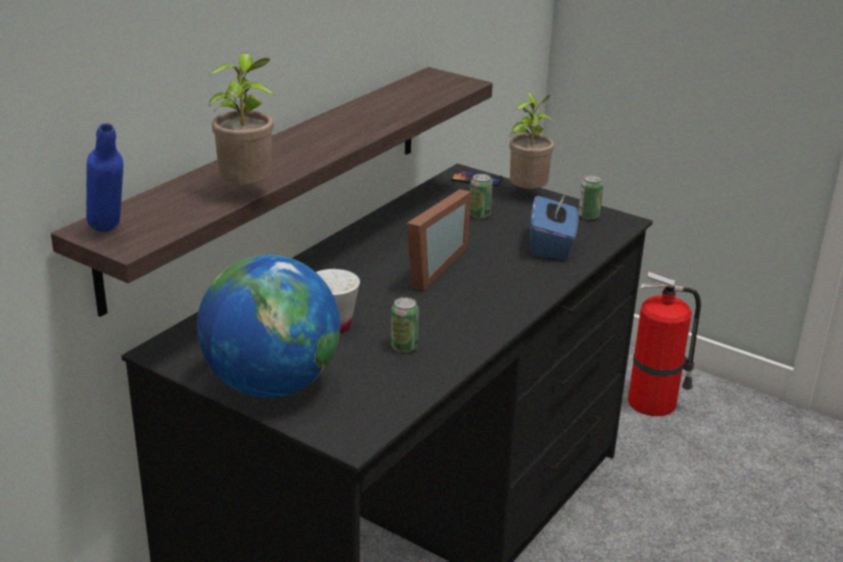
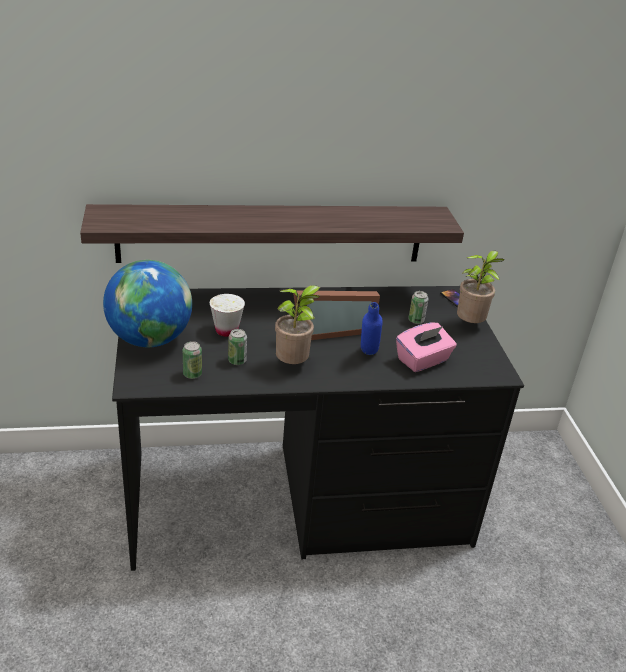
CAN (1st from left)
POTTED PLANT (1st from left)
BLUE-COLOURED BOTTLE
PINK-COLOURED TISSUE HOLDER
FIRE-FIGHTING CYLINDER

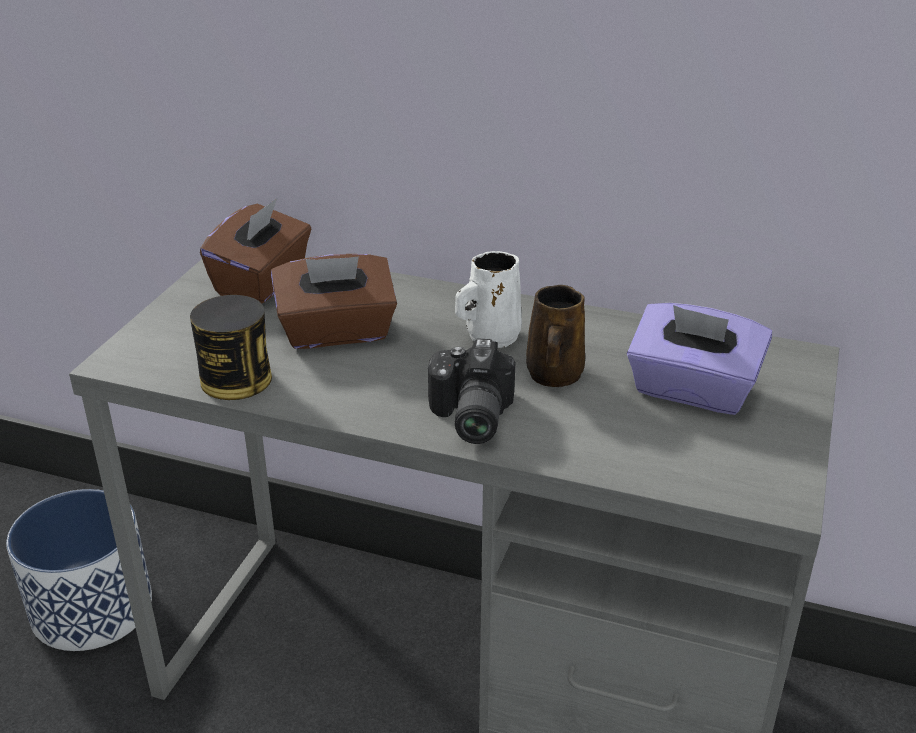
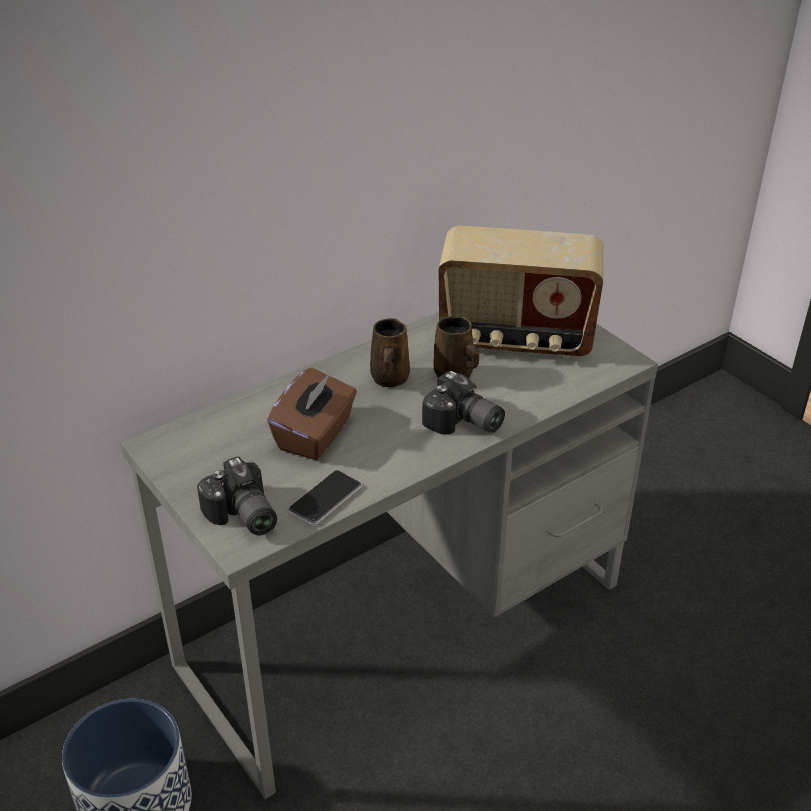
STILL CAMERA (1st from left)
PHONE
BROWNISH MUG (1st from left)
RADIO RECEIVER
BROWNISH TISSUE HOLDER (1st from left in the first image)

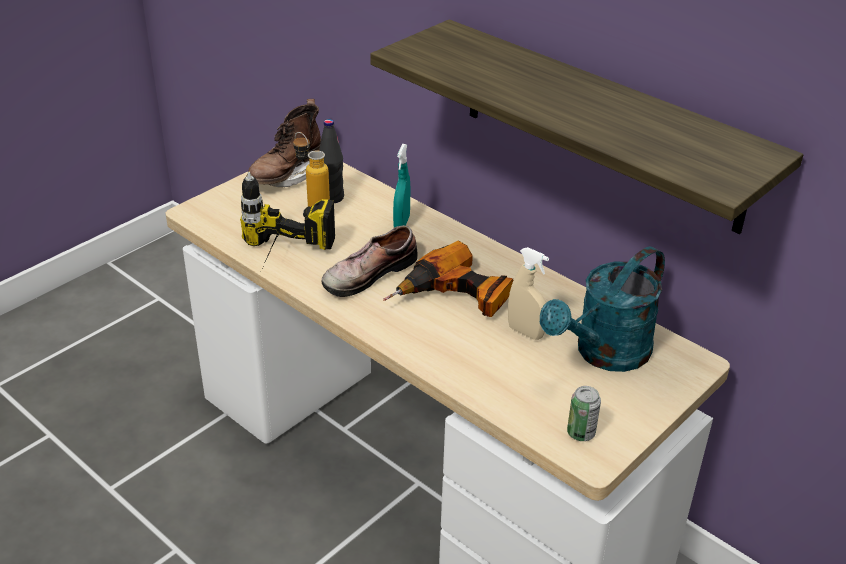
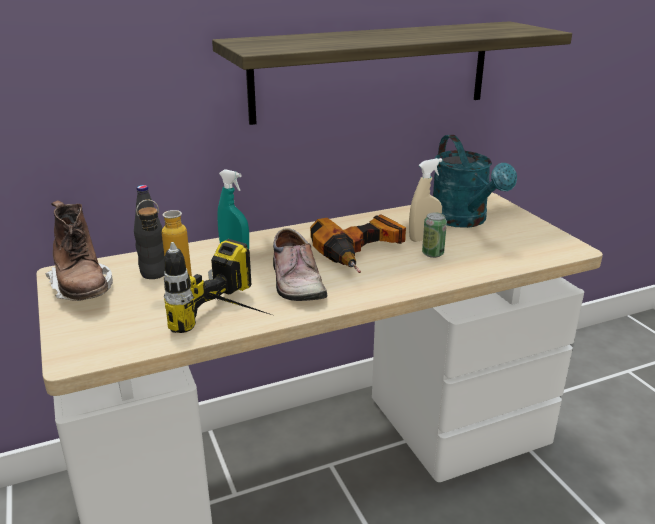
CAN

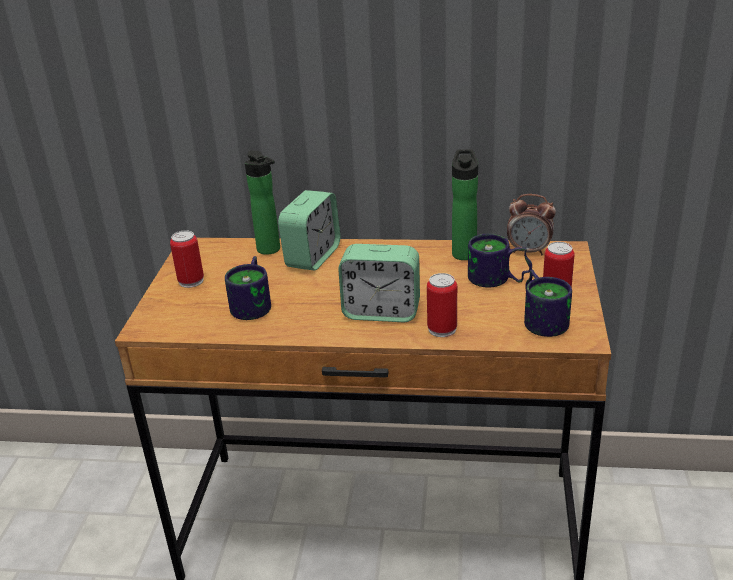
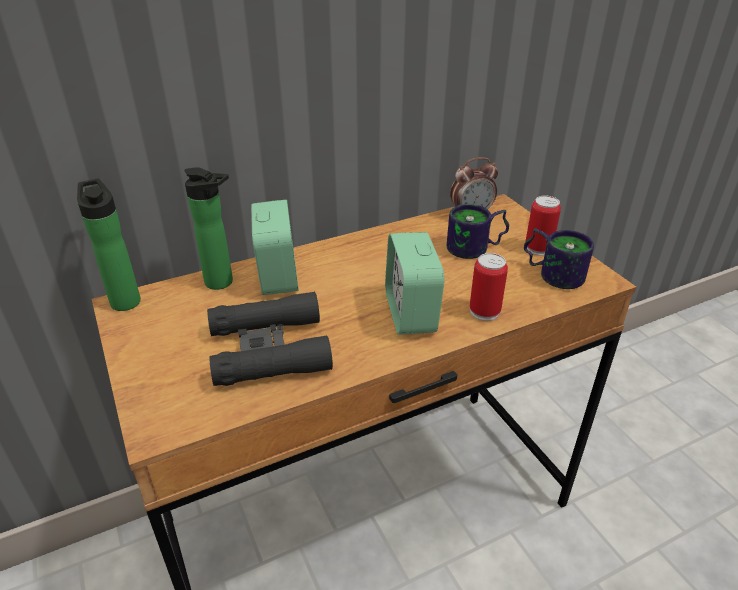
BOTTLE (1st from left)
BLACK-COLOURED BINOCULARS
TABLE CLOCK (2nd from left)
CAN (1st from left in the first image)

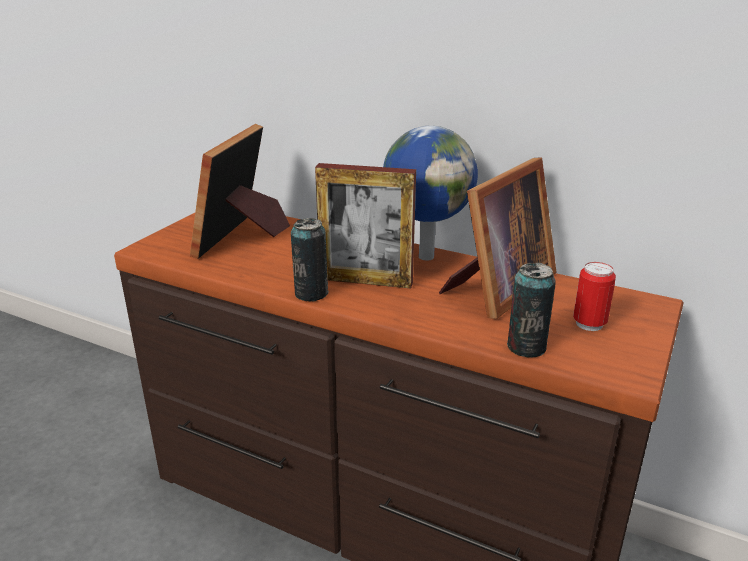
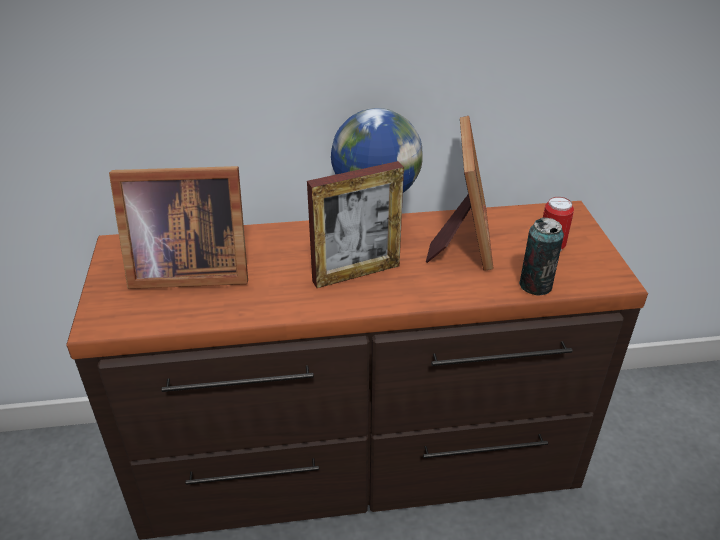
STANDING FRAME (1st from left)
CAN (1st from left in the first image)

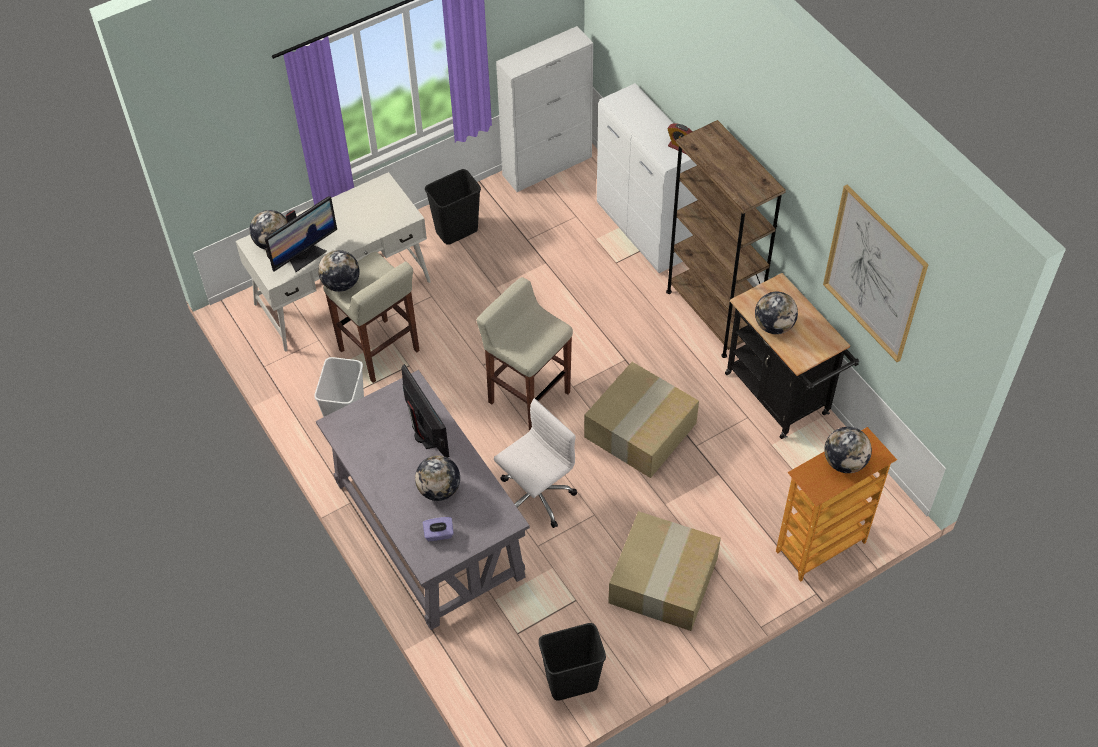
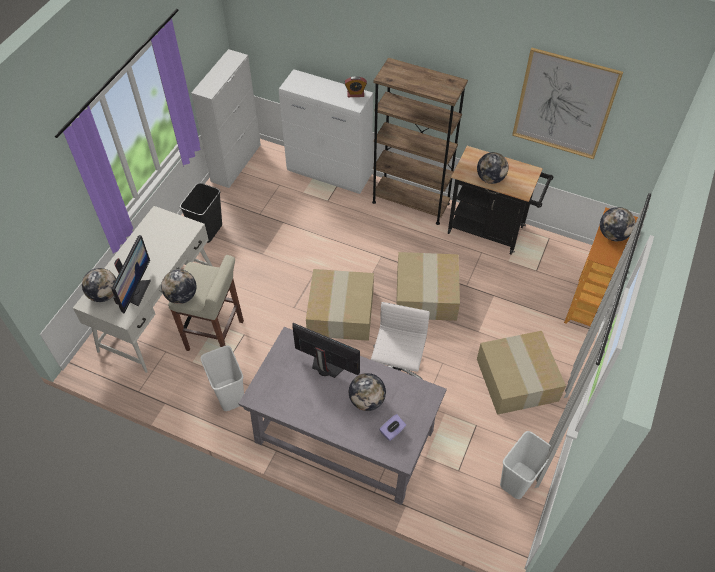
PACKING BOX (1st from left)
WHITISH WASTE BIN (2nd from left)

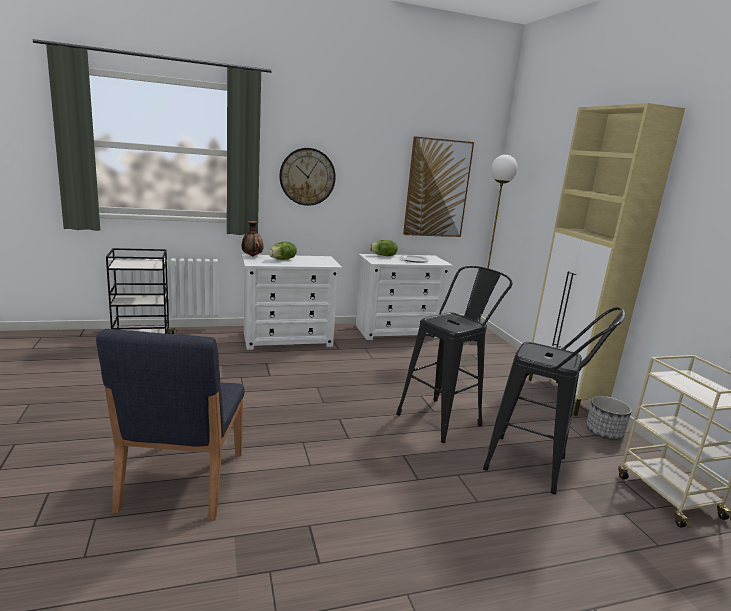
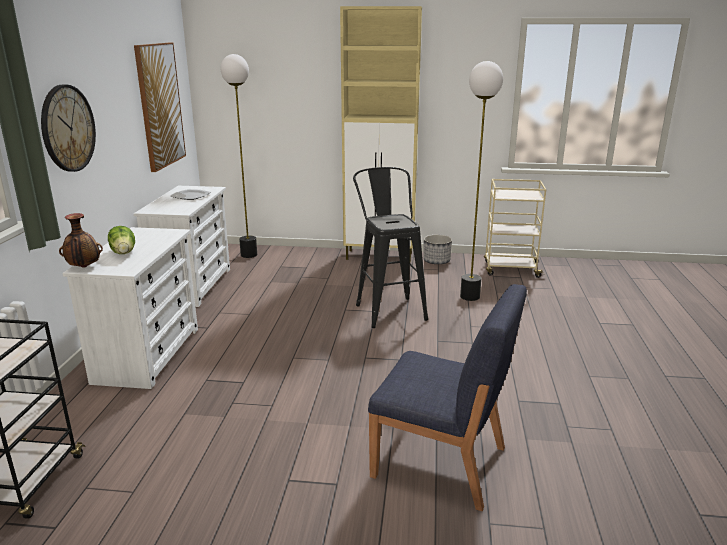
FLOOR LAMP (2nd from left)
HEAD OF LETTUCE (2nd from left in the first image)

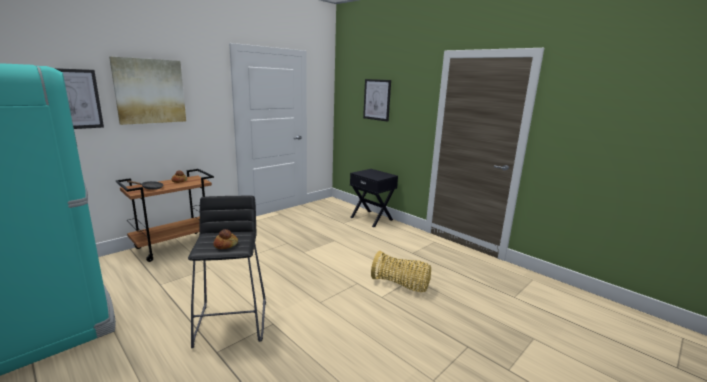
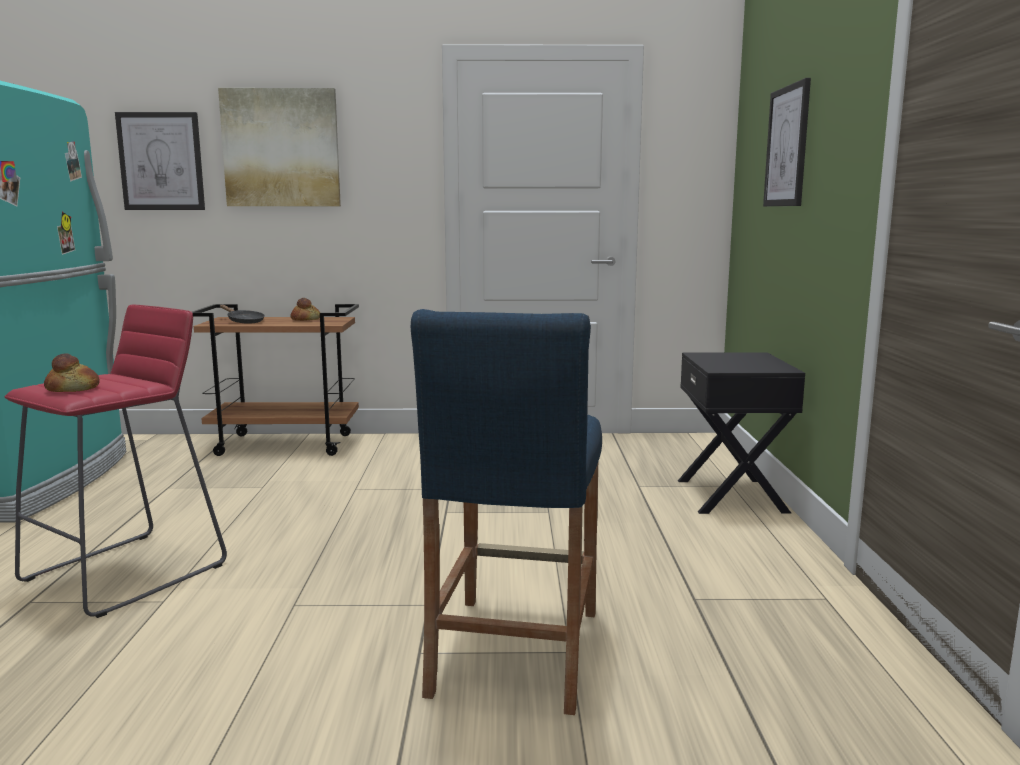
REDDISH STOOL
BLUE-COLOURED STOOL

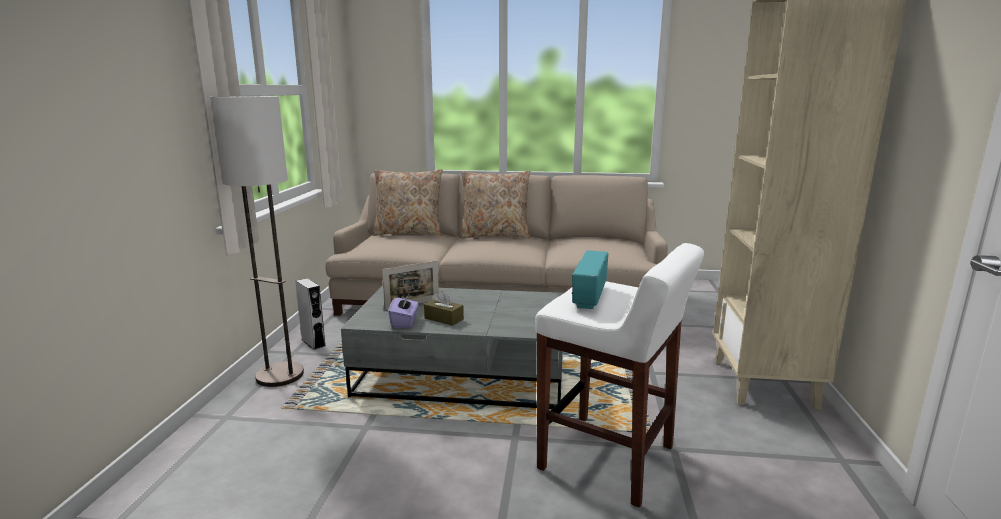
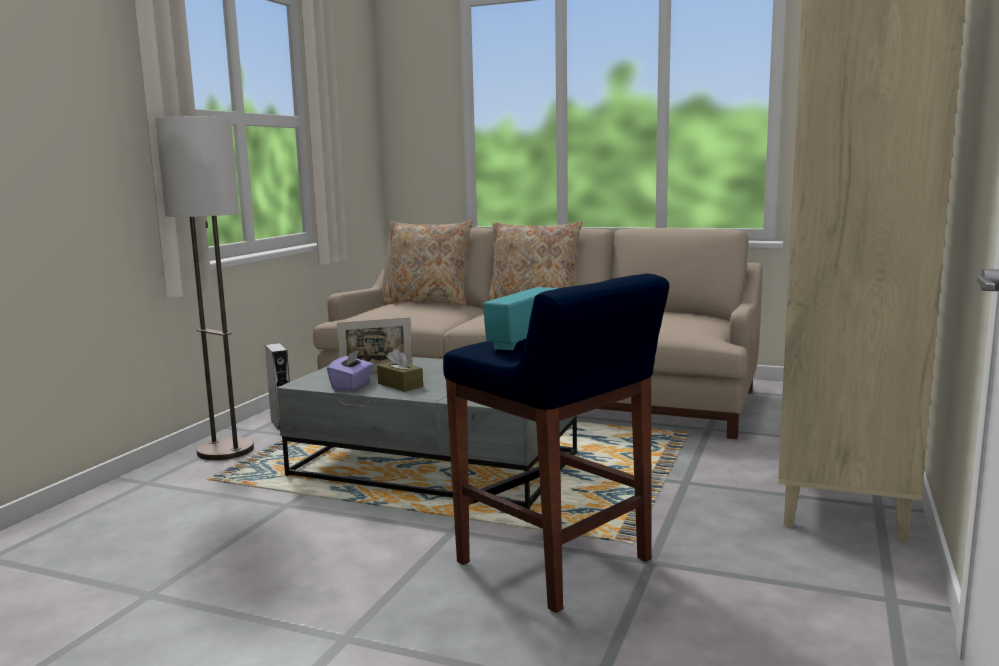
BLUE-COLOURED STOOL

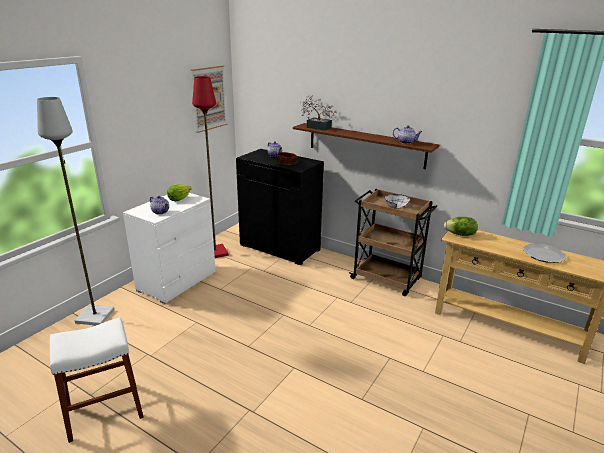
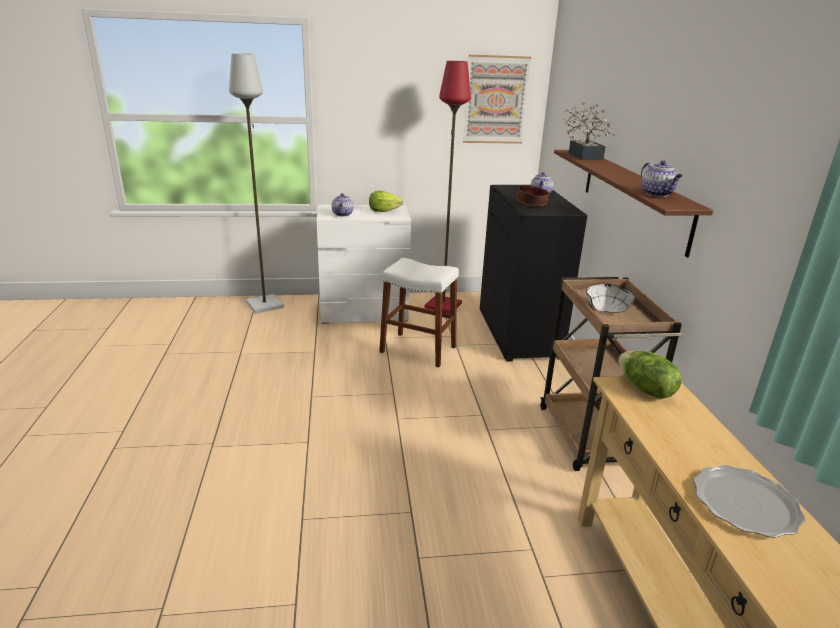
WHITISH STOOL

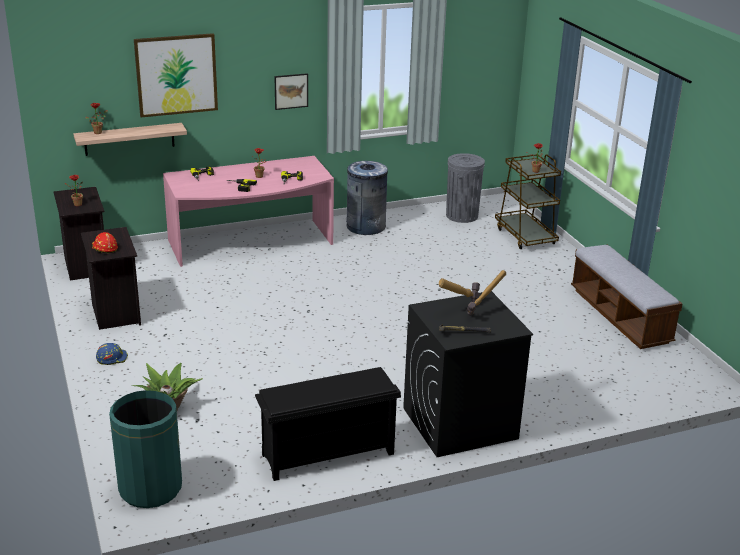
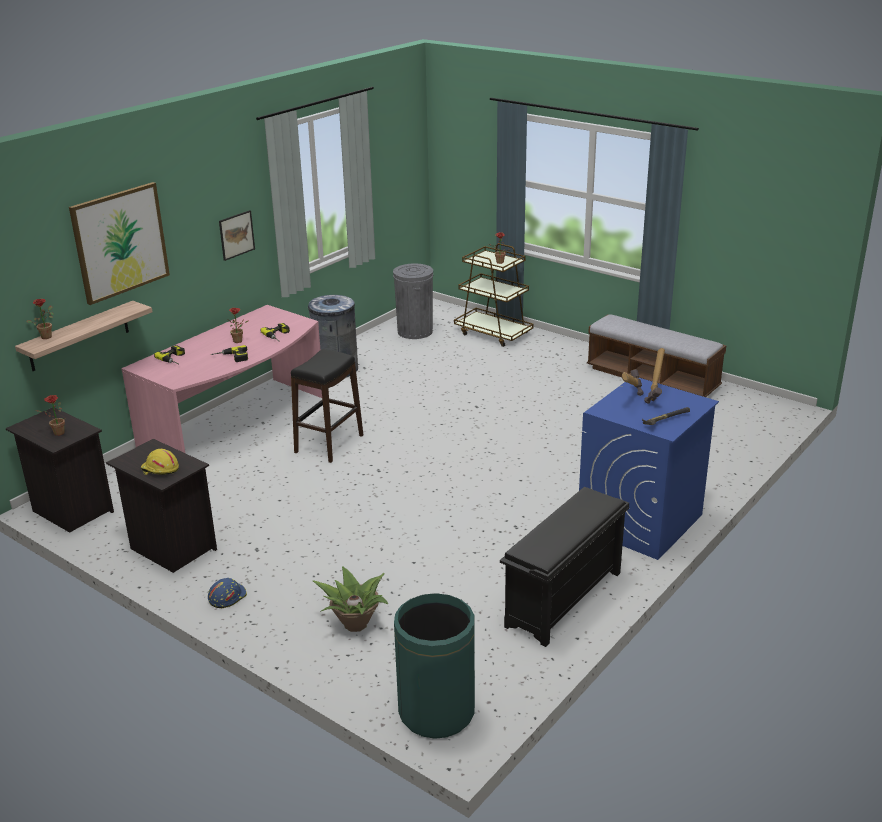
YELLOWISH SAFETY HELMET
BLACK-COLOURED STOOL
BLUE-COLOURED WASHING MACHINE

